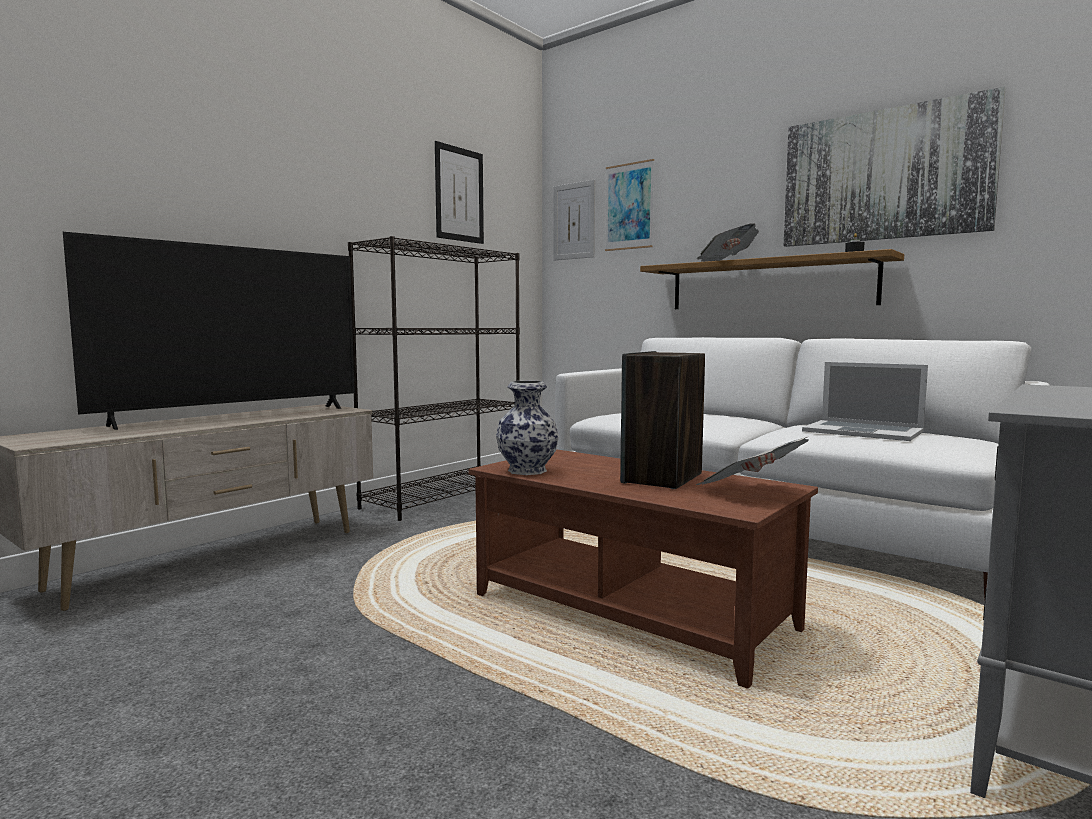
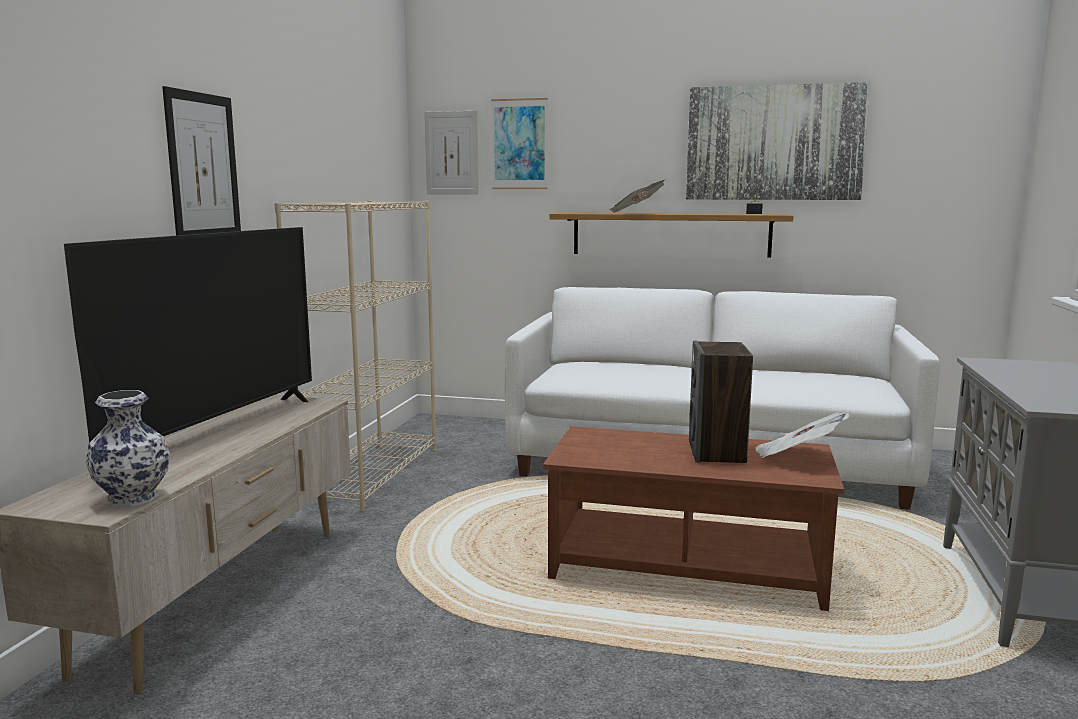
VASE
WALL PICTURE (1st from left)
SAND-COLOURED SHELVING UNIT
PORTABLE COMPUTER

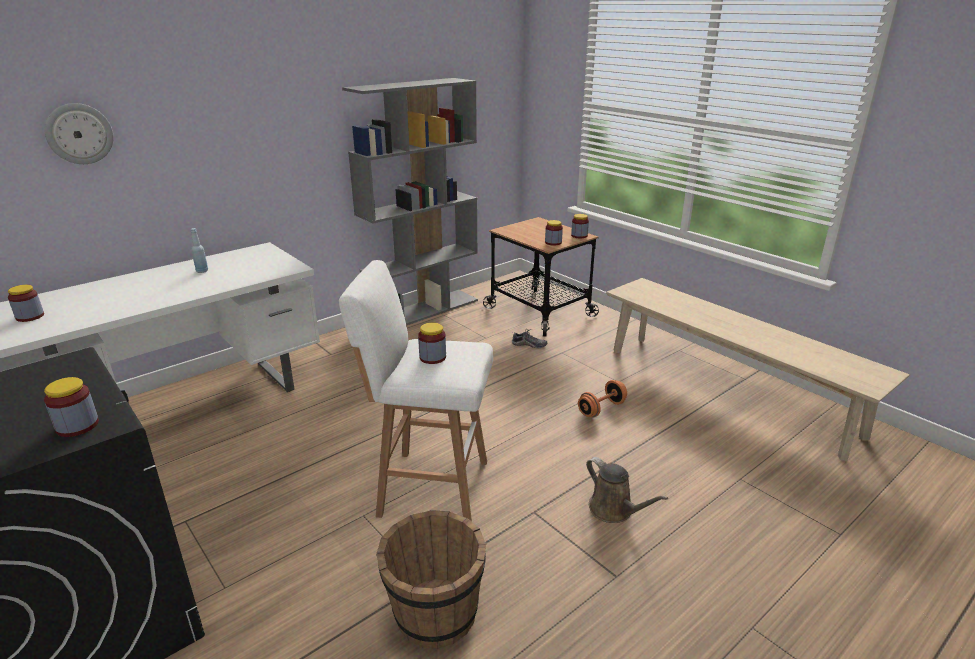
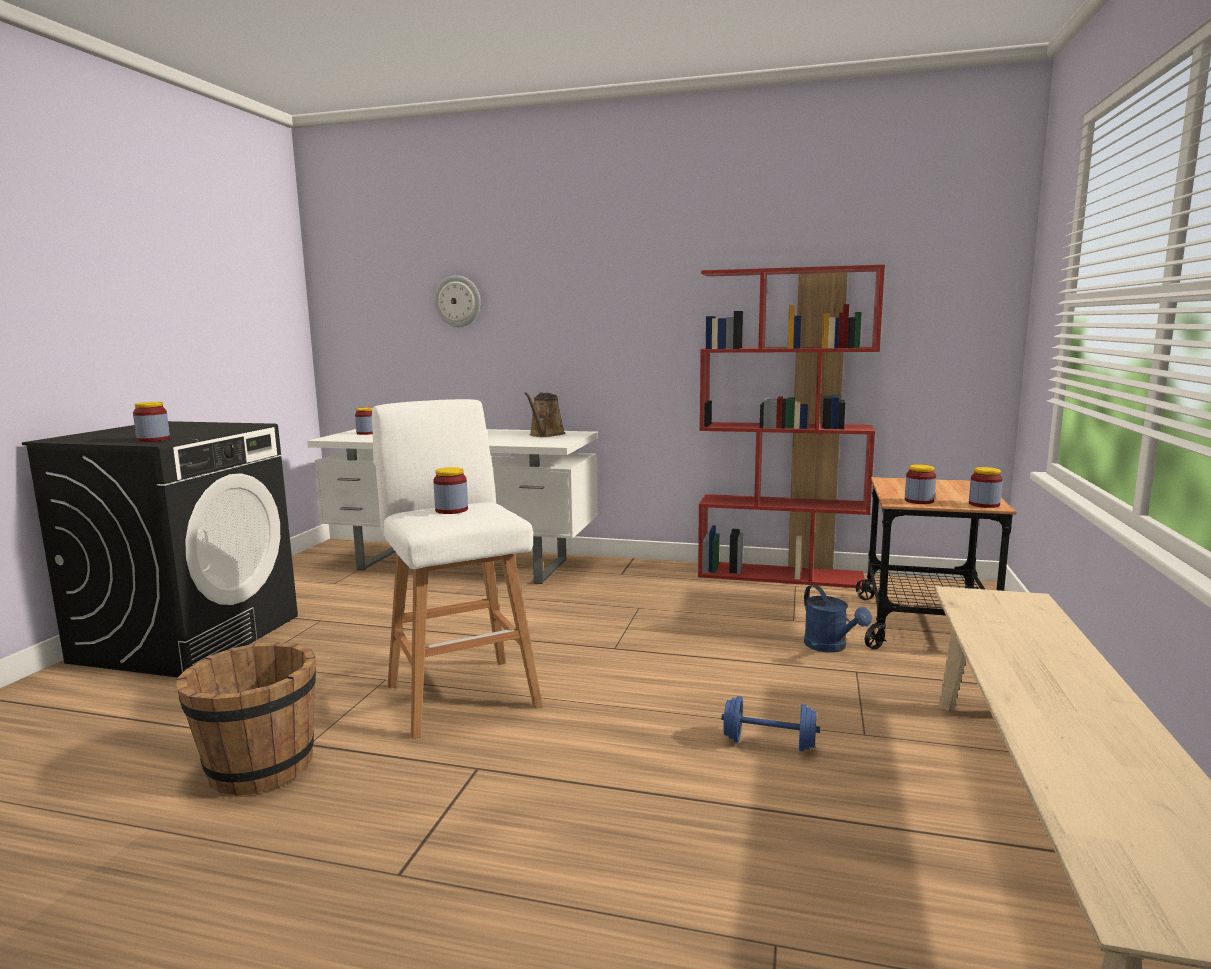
BROWNISH WATERING POT
REDDISH SHELVING UNIT
BLUE-COLOURED FREE WEIGHT
BLUE-COLOURED WATERING POT
BLUE-COLOURED BOTTLE

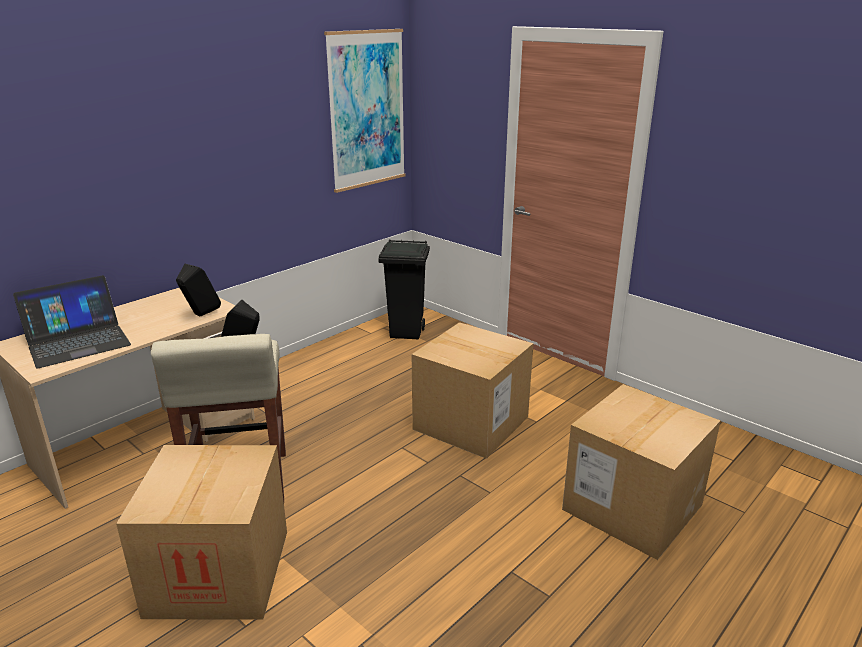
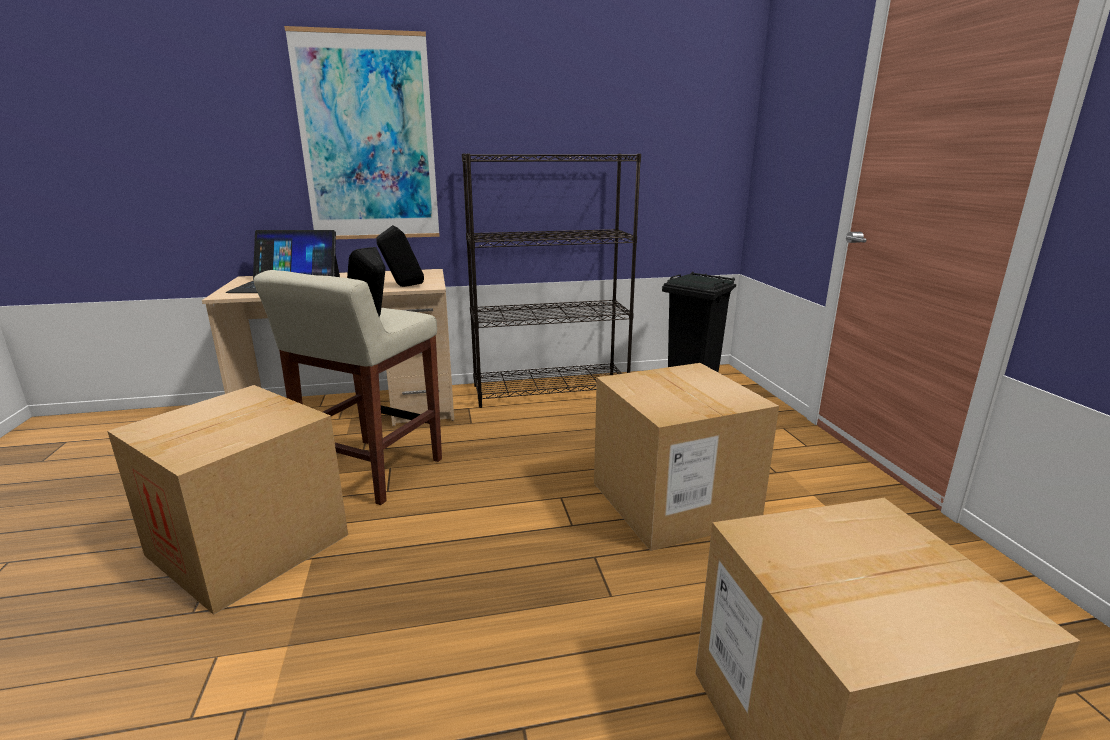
WALL PICTURE
BLACK-COLOURED SHELVING UNIT

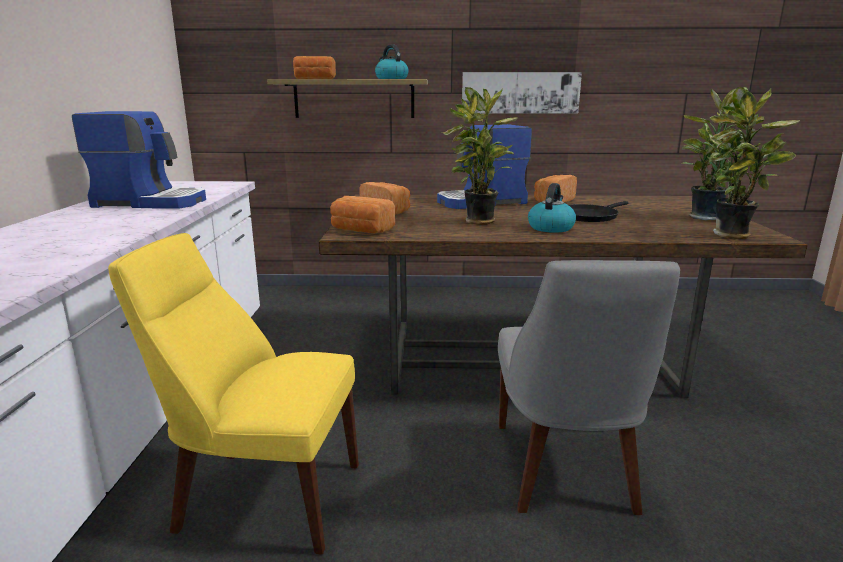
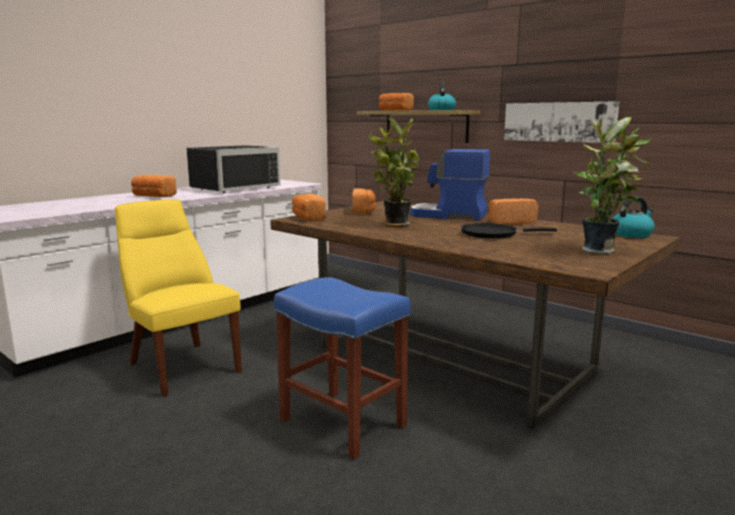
BAKERY BREAD (1st from left)
BLACK-COLOURED MICROWAVE
BLUE-COLOURED STOOL
TEA KETTLE (2nd from left)
POTTED PLANT (3rd from left in the first image)

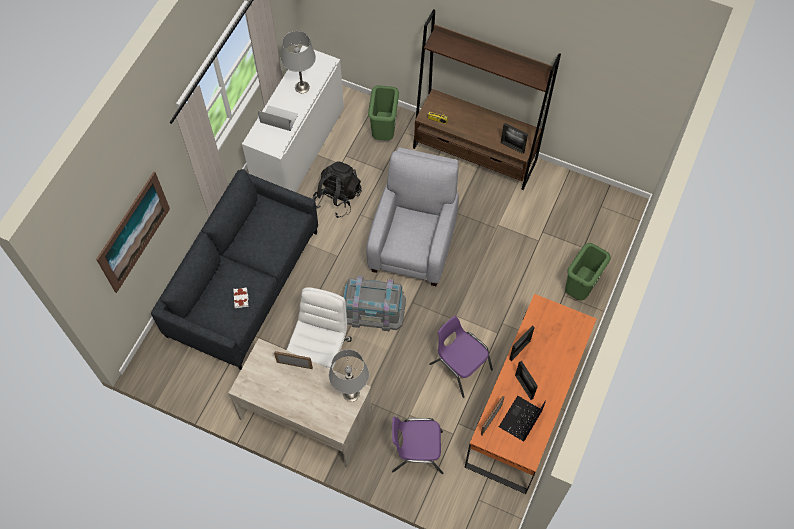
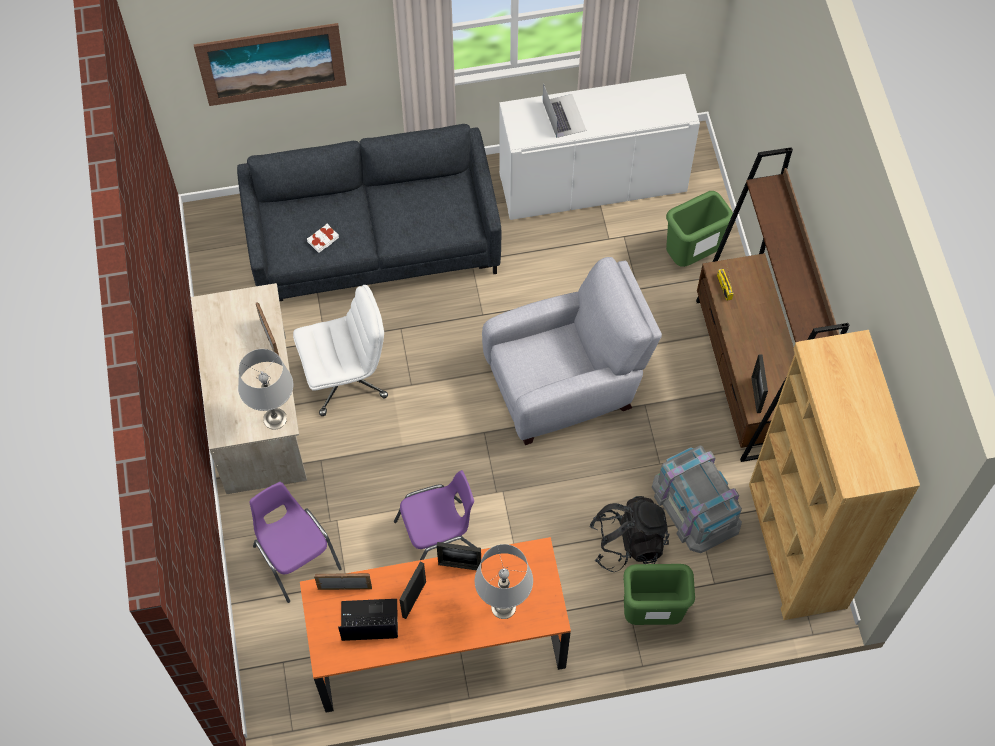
PURPLISH PLAIN CHAIR (2nd from left)
GREY LAMP FOR A TABLE (2nd from left)
BLACK-COLOURED RUCKSACK
GREY STORAGE BOX
BROWNISH SHELVING UNIT (2nd from left)

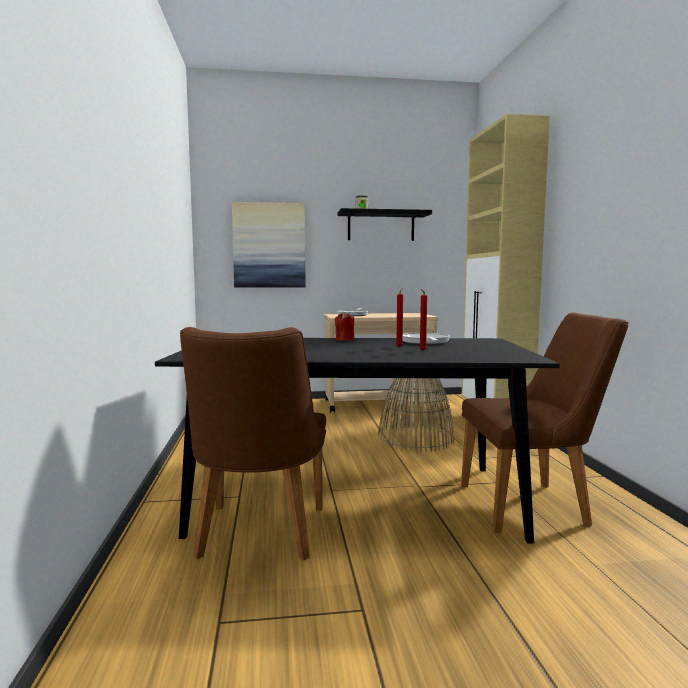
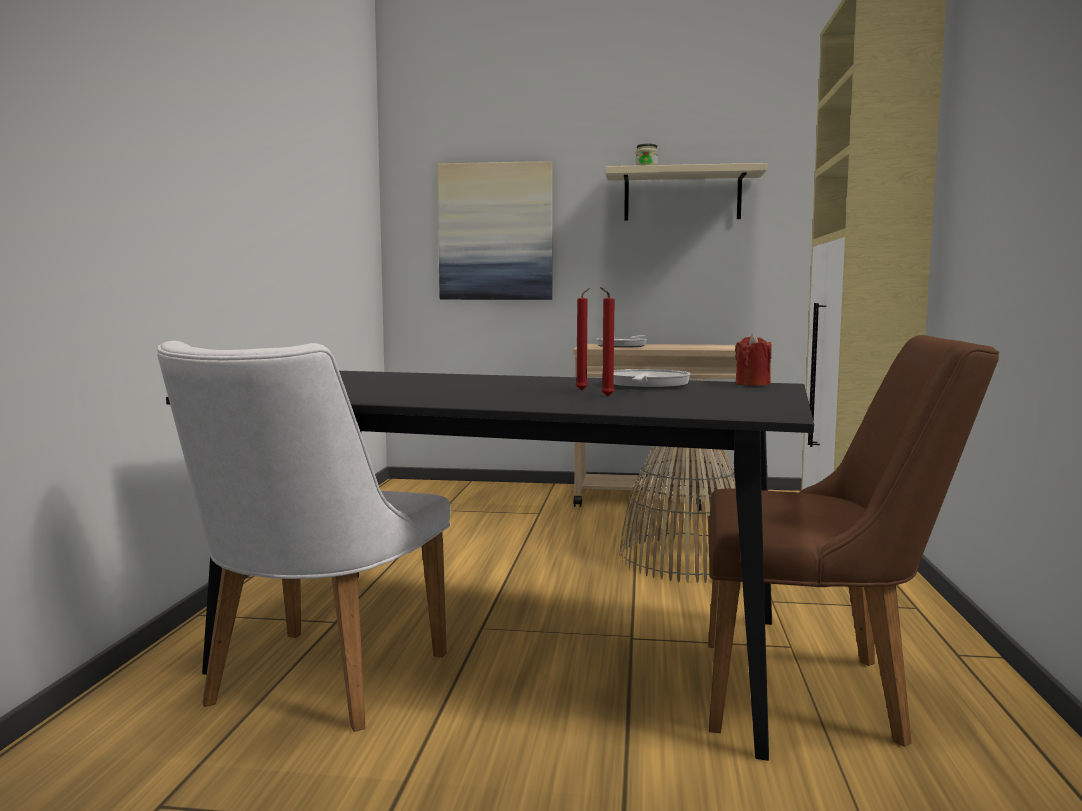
WHITISH PLAIN CHAIR
SAND-COLOURED BRACKET SHELF
REDDISH CANDLE (3rd from left)

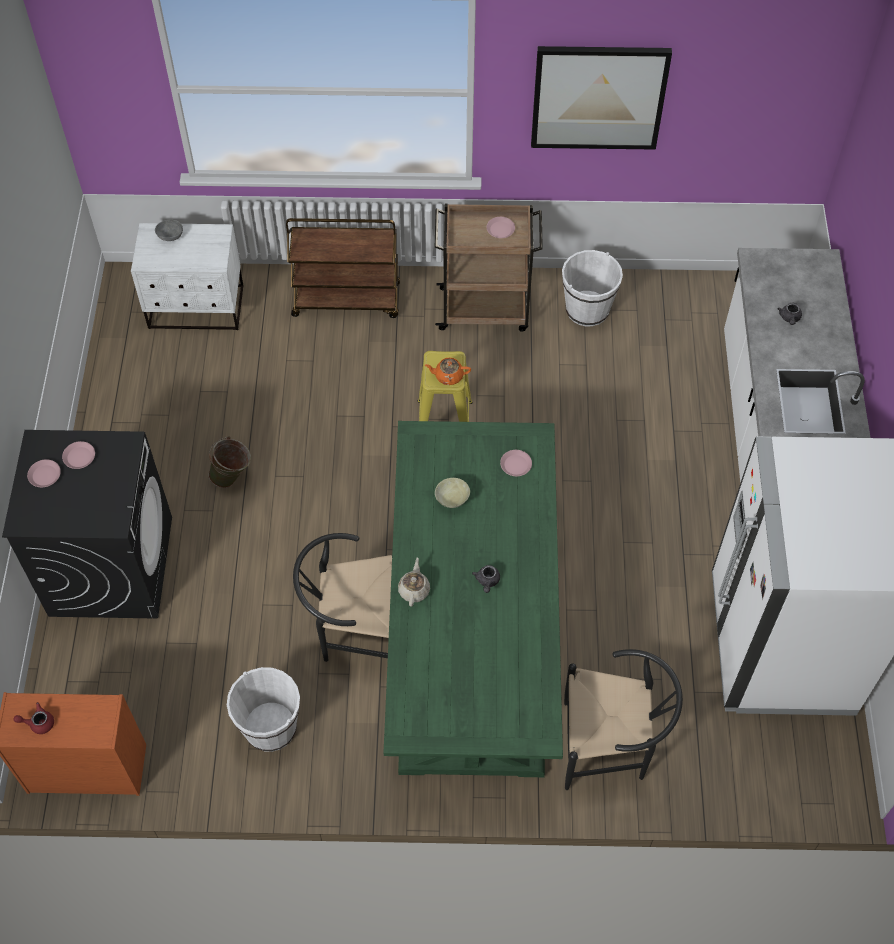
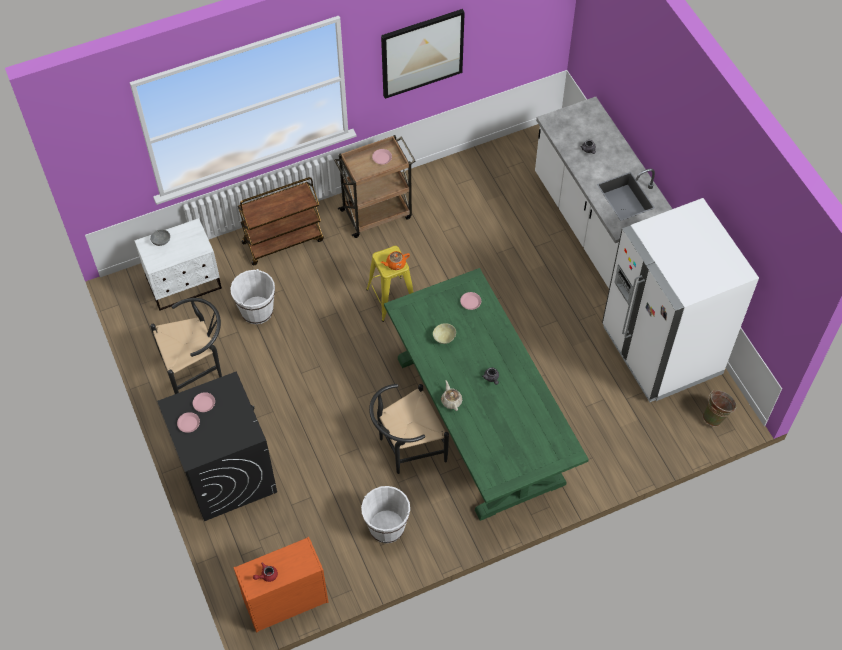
BLACK-COLOURED PLAIN CHAIR (1st from left)
WHITISH WATER BUCKET (1st from left)
GREEN-COLOURED WATER BUCKET

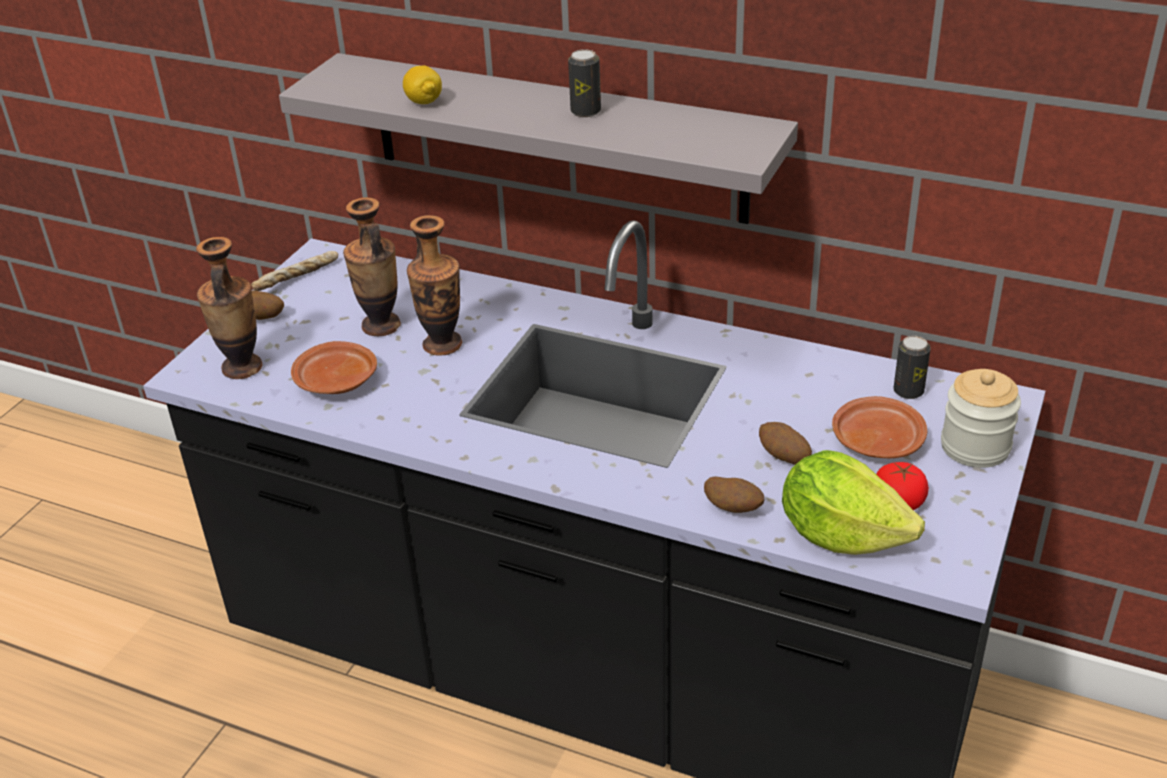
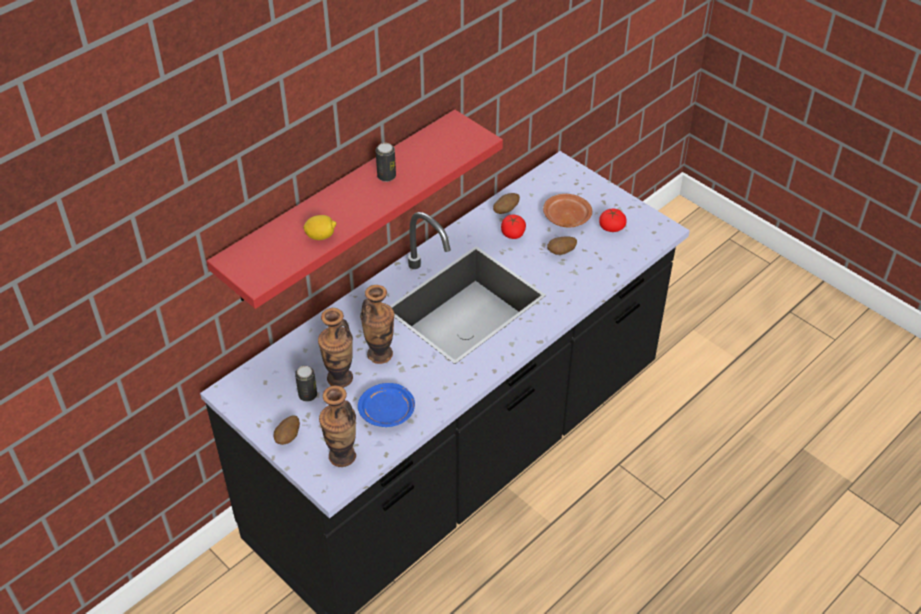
REDDISH BRACKET SHELF
CAN (1st from left)
BLUE-COLOURED DINNER PLATE
POTATO (2nd from left)
WHOLE TOMATO (1st from left)
BAKERY BREAD
HEAD OF LETTUCE
STORAGE JAR

